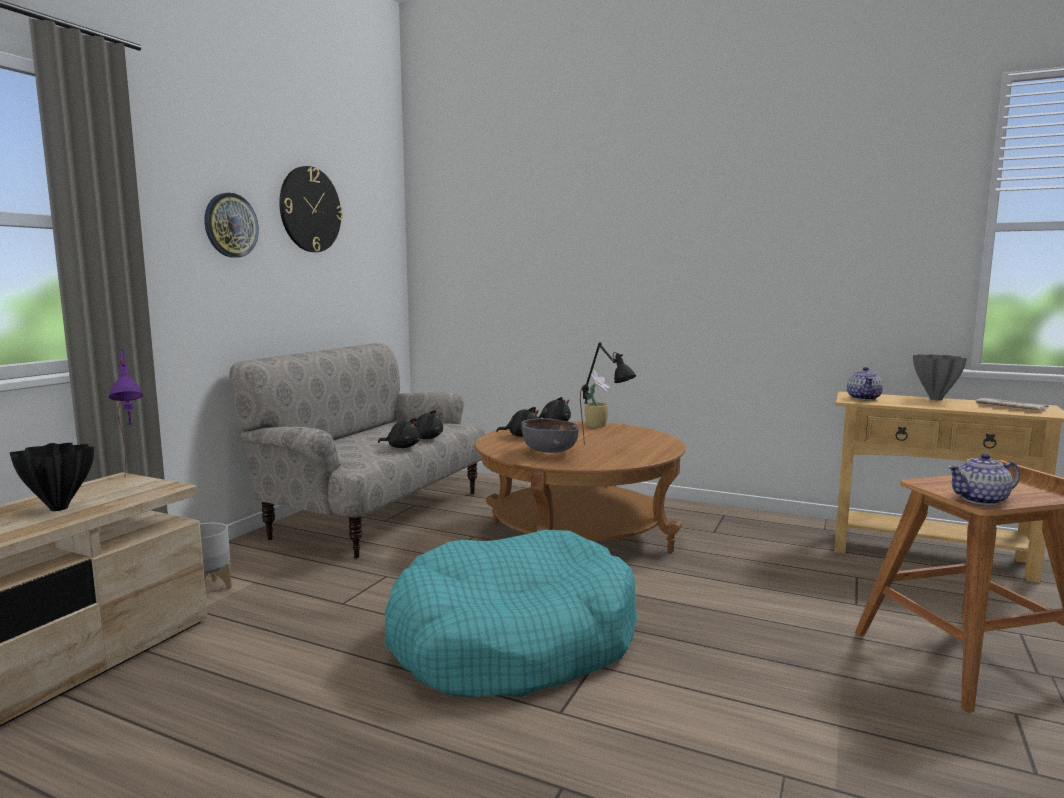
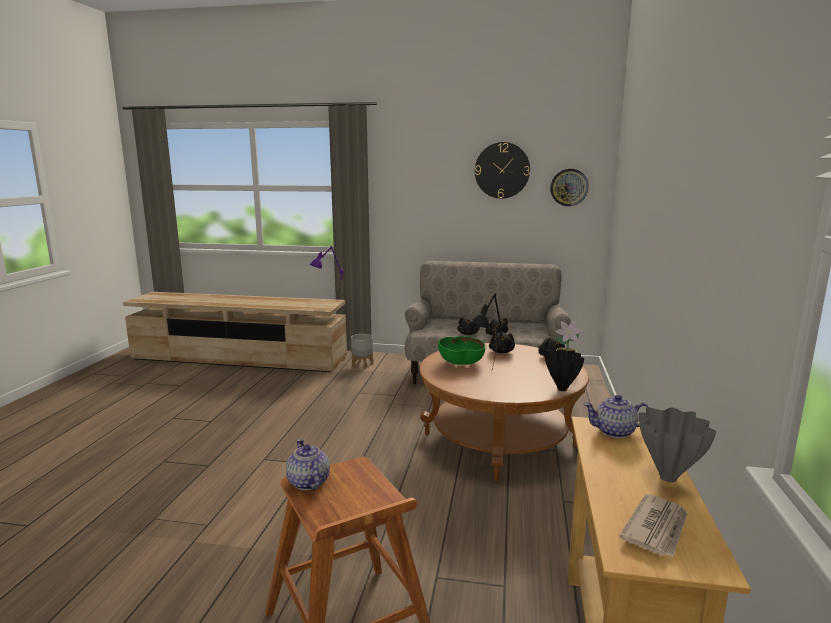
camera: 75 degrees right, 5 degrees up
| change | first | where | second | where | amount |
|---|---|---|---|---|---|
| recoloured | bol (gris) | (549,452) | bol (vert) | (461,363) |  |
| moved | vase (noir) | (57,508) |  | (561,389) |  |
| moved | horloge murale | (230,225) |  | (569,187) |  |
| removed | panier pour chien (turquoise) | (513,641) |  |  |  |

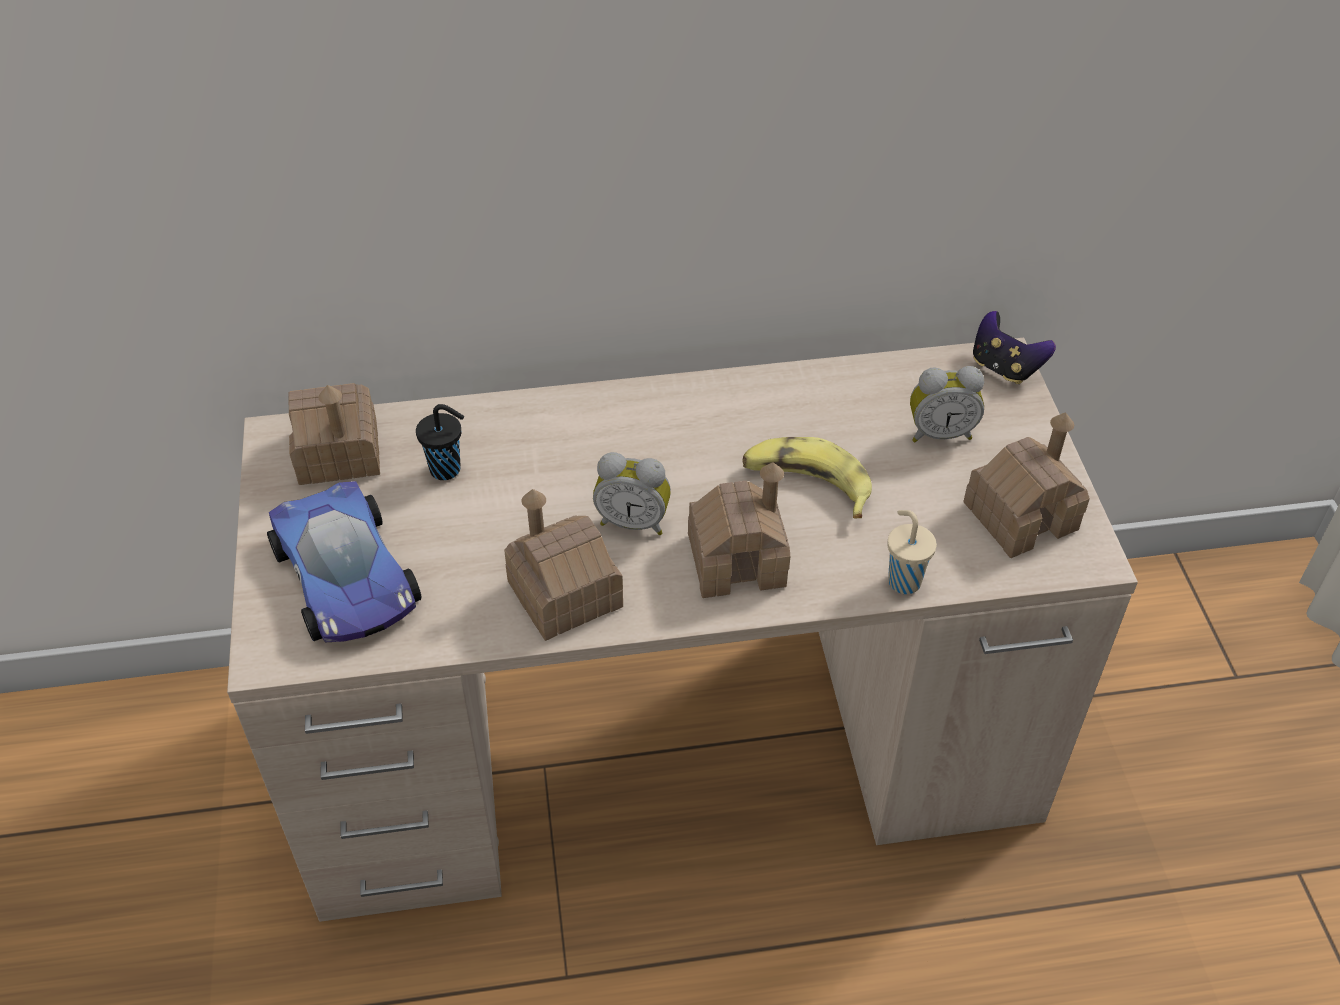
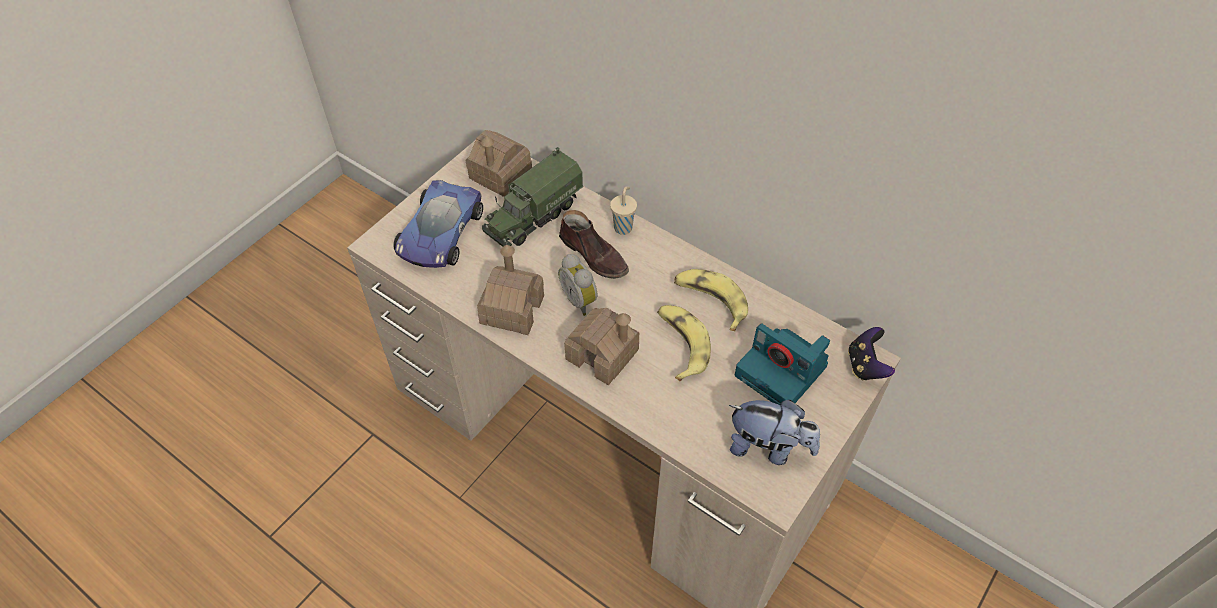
camera: 45 degrees right, 5 degrees up
| change | first | where | second | where | amount |
|---|---|---|---|---|---|
| replaced | tasse (noir) | (447,469) | camion jouet | (533,215) |  |
| added |  |  | chaussure (marron) | (594,255) |  |
| moved | tasse (beige) | (903,580) |  | (623,227) |  |
| added |  |  | banane | (710,301) |  |
| replaced | maison miniature | (1020,516) | peluche | (768,447) |  |
| replaced | réveil | (939,432) | appareil photo | (783,372) |  |

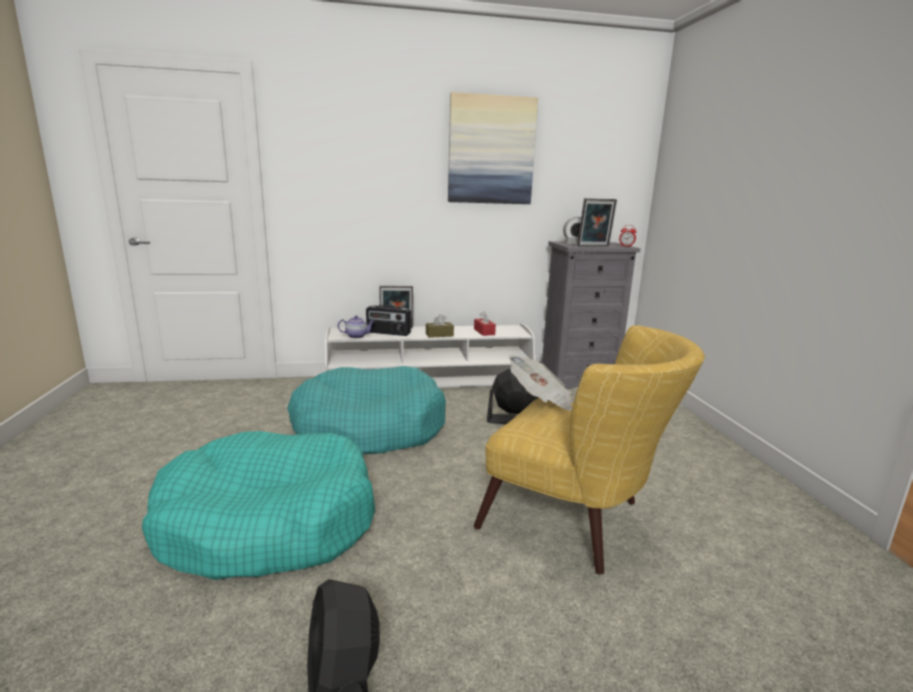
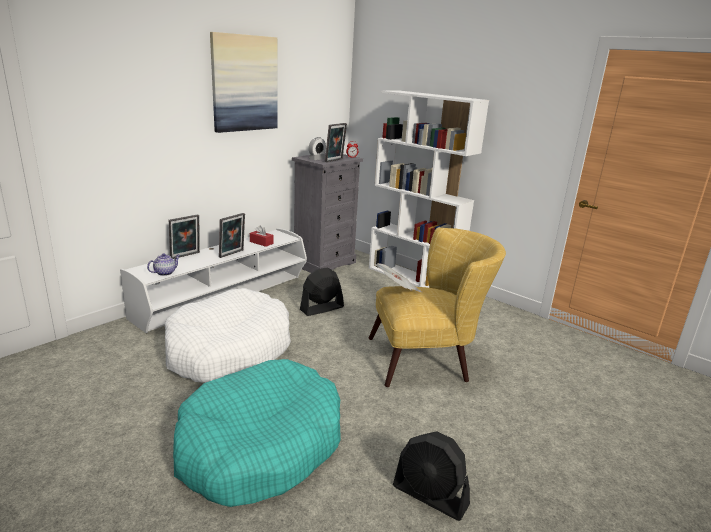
camera: 40 degrees left, 5 degrees up
| change | first | where | second | where | amount |
|---|---|---|---|---|---|
| recoloured | panier pour chien (turquoise) | (368,428) | panier pour chien (blanc) | (229,351) |  |
| replaced | boîte à mouchoirs (marron) | (439,335) | cadre photo | (232,254) |  |
| added |  |  | bibliothèque (blanc) | (413,278) |  |
| removed | radio | (388,333) |  |  |  |

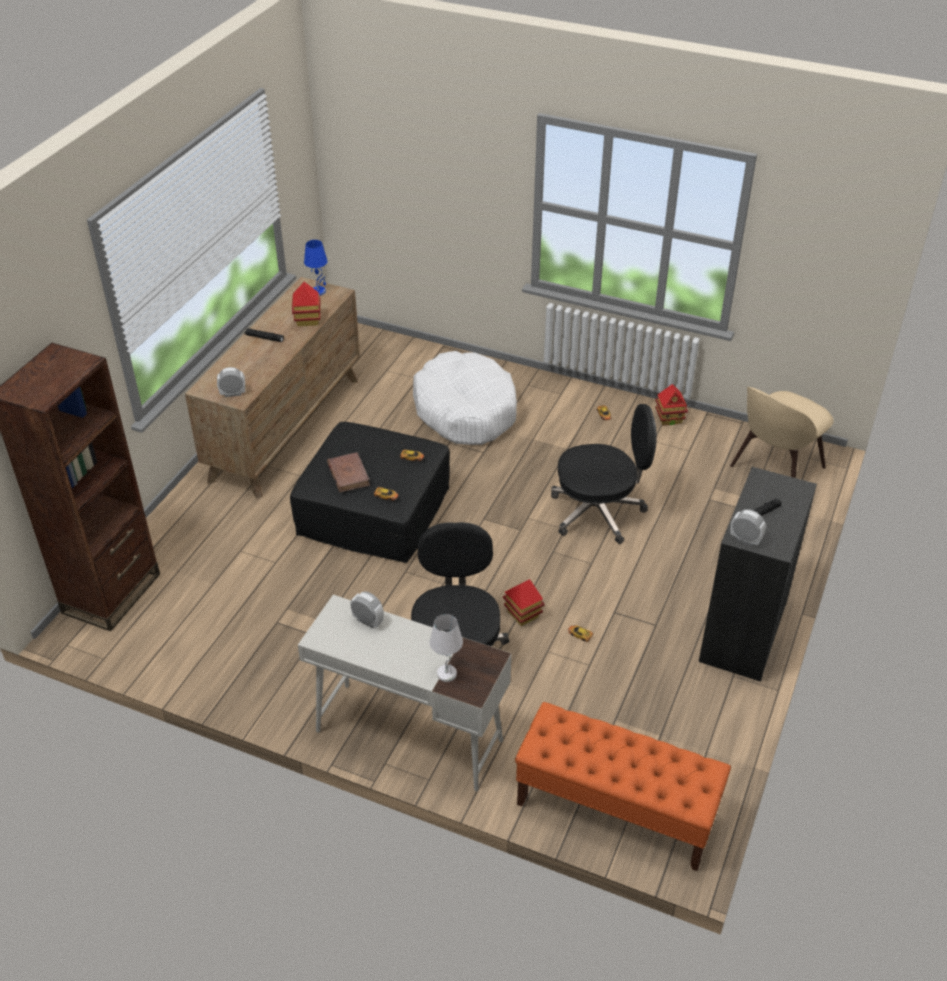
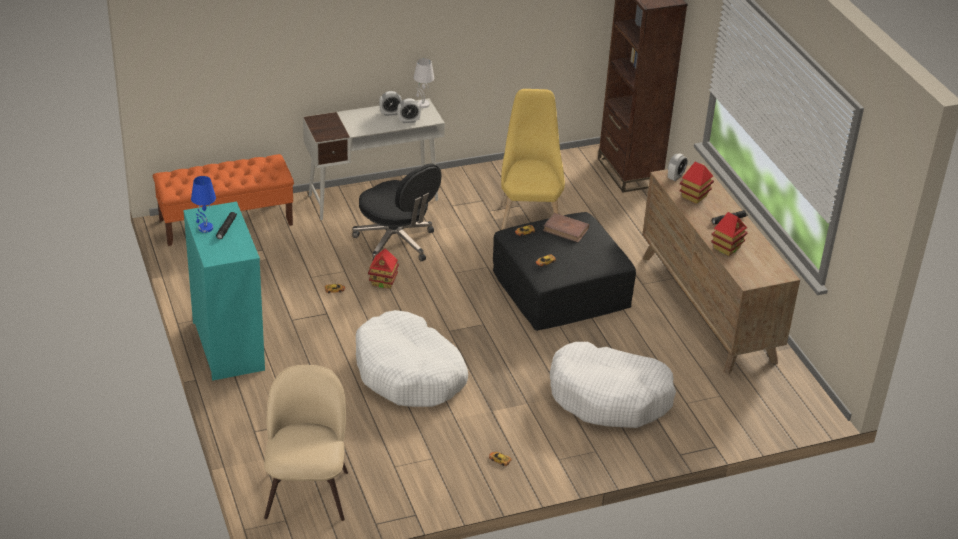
camera: 135 degrees right, 5 degrees down
| change | first | where | second | where | amount |
|---|---|---|---|---|---|
| recoloured | commode (noir) | (742,631) | commode (turquoise) | (229,346) |  |
| moved | lampe de table (bleu) | (319,291) |  | (205,228) |  |
| replaced | chaise de bureau (noir) | (599,512) | panier pour chien (blanc) | (409,373) |  |
| moved | réveil | (745,539) |  | (390,113) |  |
| moved | lampe de table (blanc) | (447,674) |  | (422,104) |  |
| added |  |  | chaise (jaune) | (529,218) |  |
| moved | maison miniature | (669,419) |  | (694,196) |  |

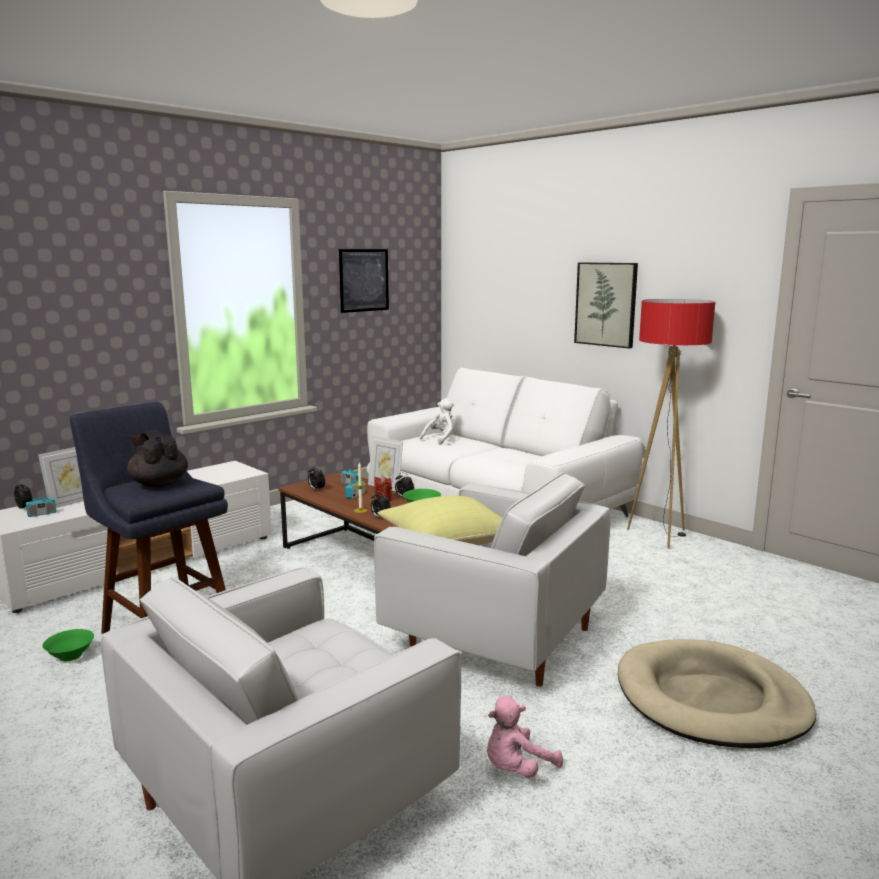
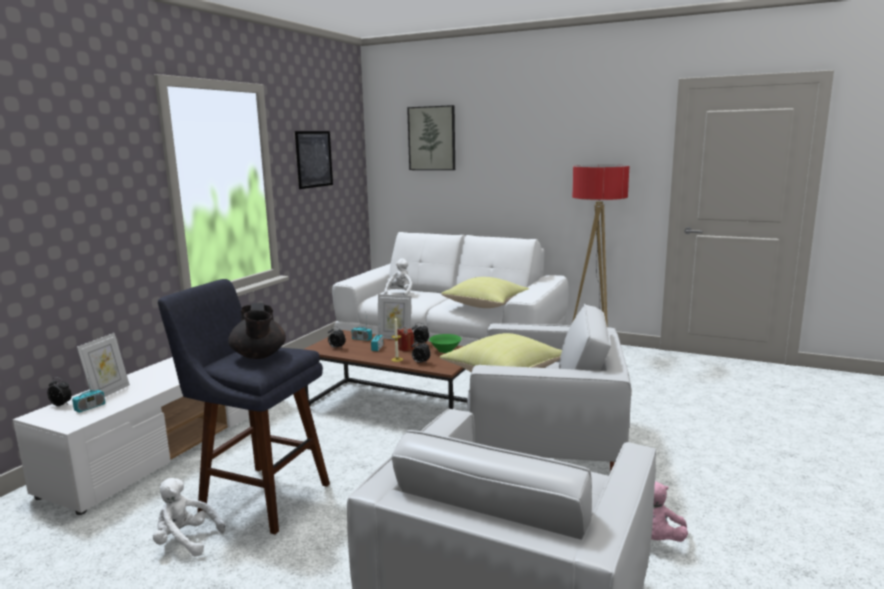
camera: 20 degrees left, 0 degrees up
| change | first | where | second | where | amount |
|---|---|---|---|---|---|
| replaced | bol (vert) | (70,655) | peluche (blanc) | (185,541) |  |
| turned | théière (noir) | (159,484) |  | (259,356) | 135 degrees counterclockwise |
| moved | tableau | (606,304) |  | (432,138) |  |
| added |  |  | coussin (jaune) | (487,306) |  |
| removed | panier pour chien (beige) | (711,700) |  |  |  |

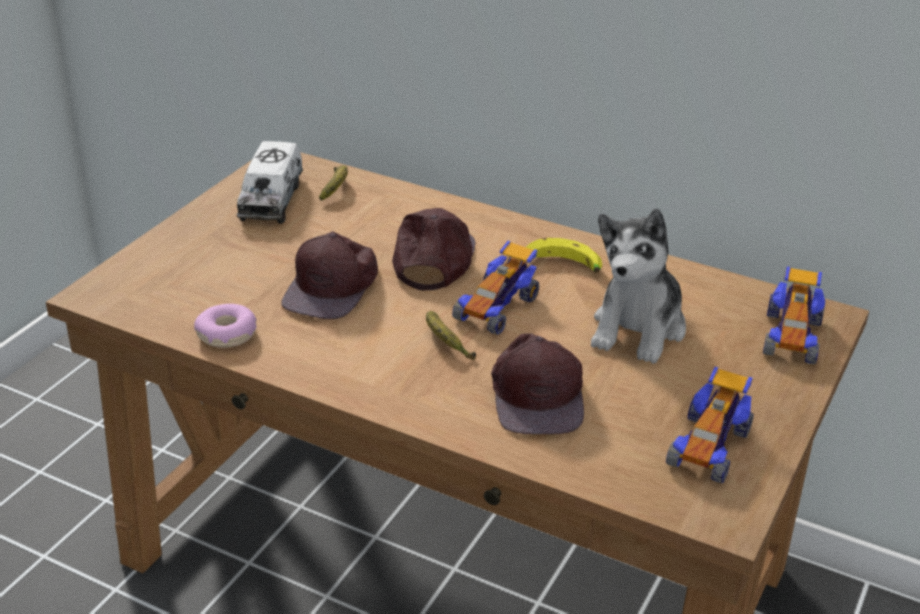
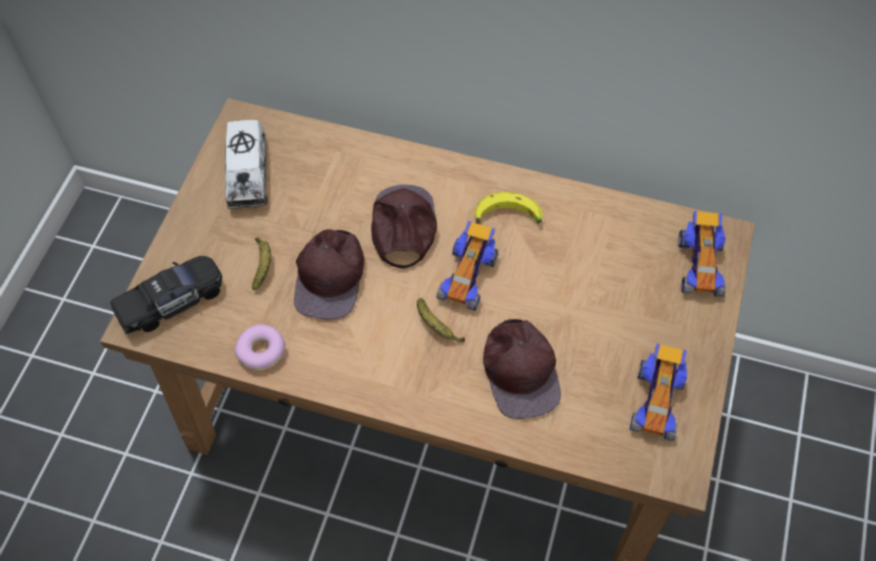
camera: 10 degrees left, 25 degrees up
| change | first | where | second | where | amount |
|---|---|---|---|---|---|
| added |  |  | petite voiture (noir) | (172,301) |  |
| moved | banane | (335,188) |  | (262,265) |  |
| removed | peluche | (638,328) |  |  |  |

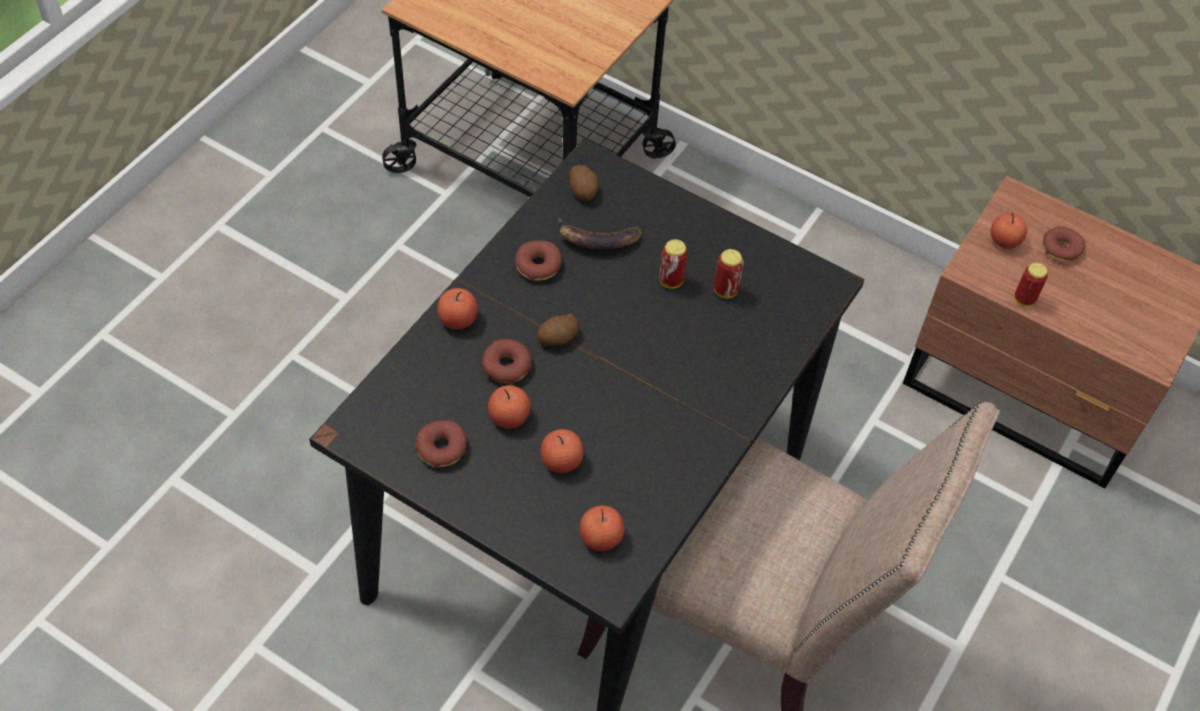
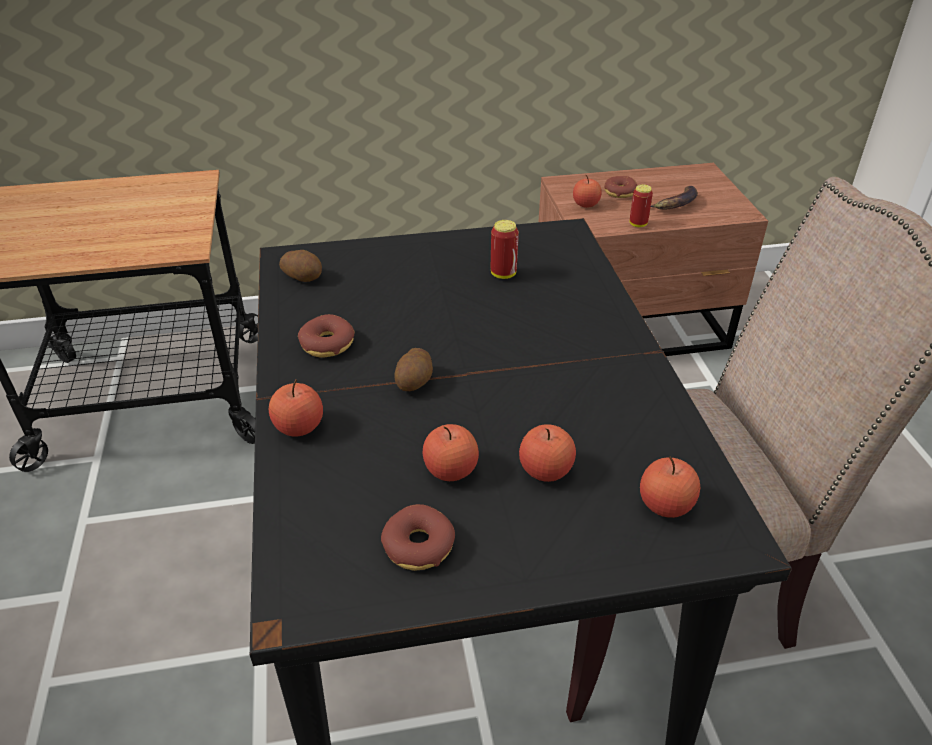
camera: 40 degrees left, 15 degrees down
| change | first | where | second | where | amount |
|---|---|---|---|---|---|
| moved | banane | (597,239) |  | (675,204) |  |
| removed | beignet | (507,366) |  |  |  |
| removed | boîte métallique | (671,281) |  |  |  |

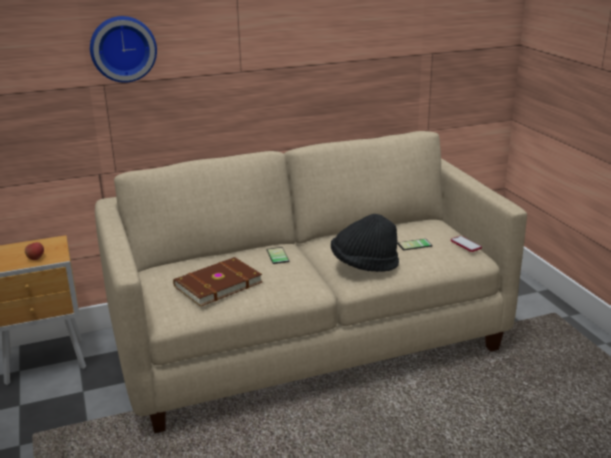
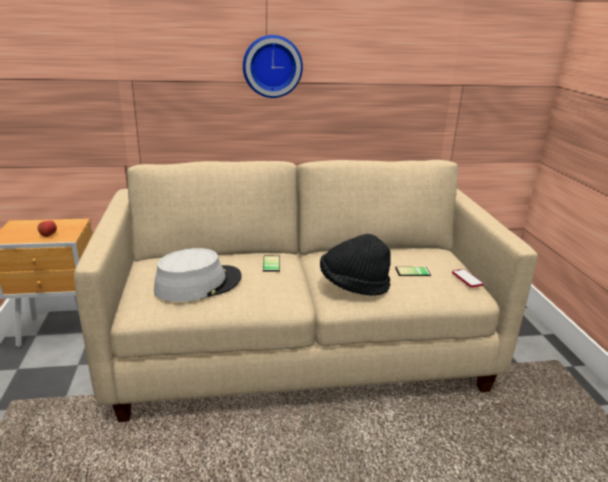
camera: 10 degrees right, 0 degrees up
| change | first | where | second | where | amount |
|---|---|---|---|---|---|
| replaced | livre (marron) | (217,284) | chapeau (gris) | (198,284) |  |
| moved | horloge murale | (123,48) |  | (272,66) |  |

